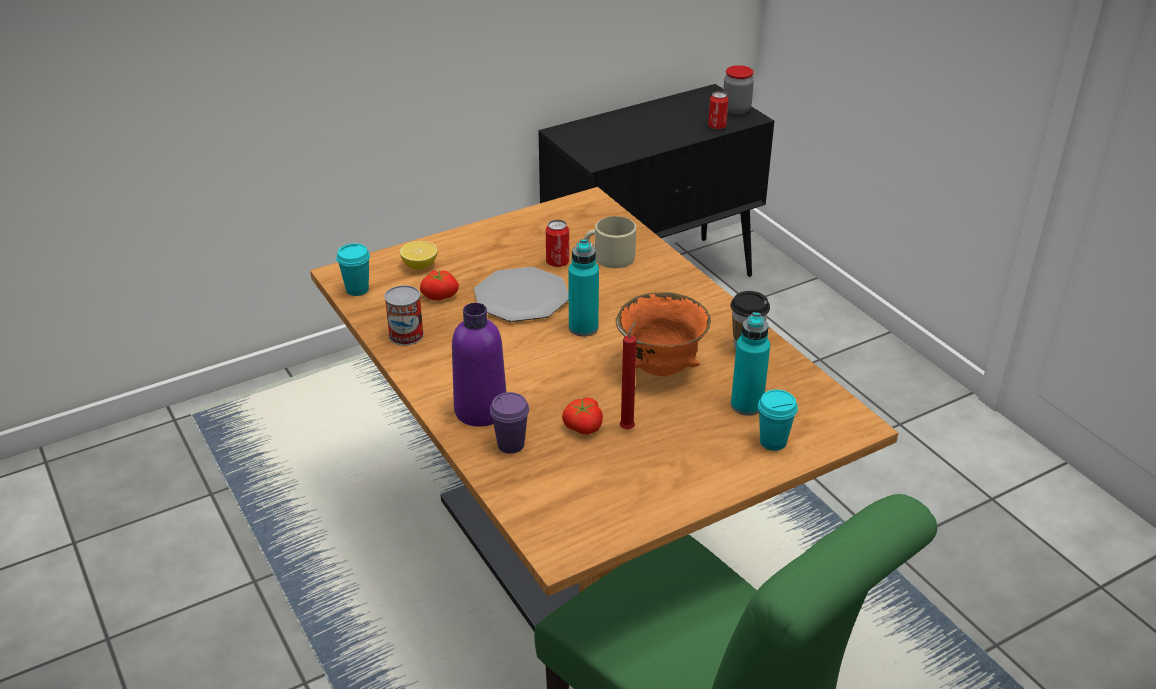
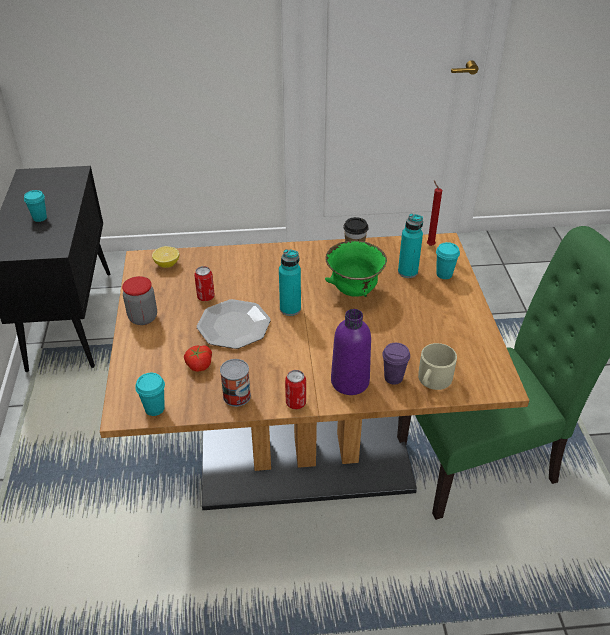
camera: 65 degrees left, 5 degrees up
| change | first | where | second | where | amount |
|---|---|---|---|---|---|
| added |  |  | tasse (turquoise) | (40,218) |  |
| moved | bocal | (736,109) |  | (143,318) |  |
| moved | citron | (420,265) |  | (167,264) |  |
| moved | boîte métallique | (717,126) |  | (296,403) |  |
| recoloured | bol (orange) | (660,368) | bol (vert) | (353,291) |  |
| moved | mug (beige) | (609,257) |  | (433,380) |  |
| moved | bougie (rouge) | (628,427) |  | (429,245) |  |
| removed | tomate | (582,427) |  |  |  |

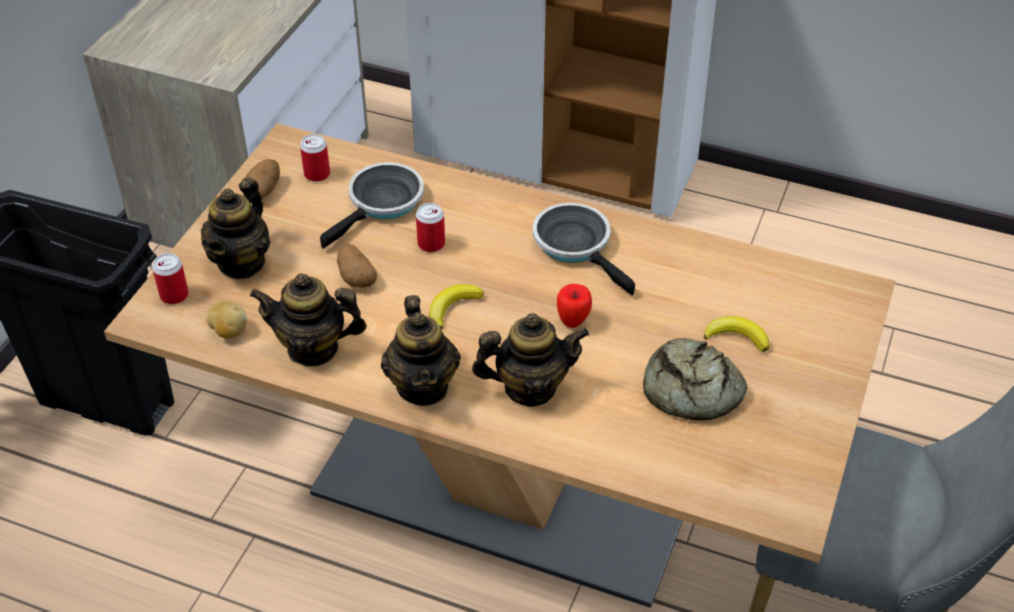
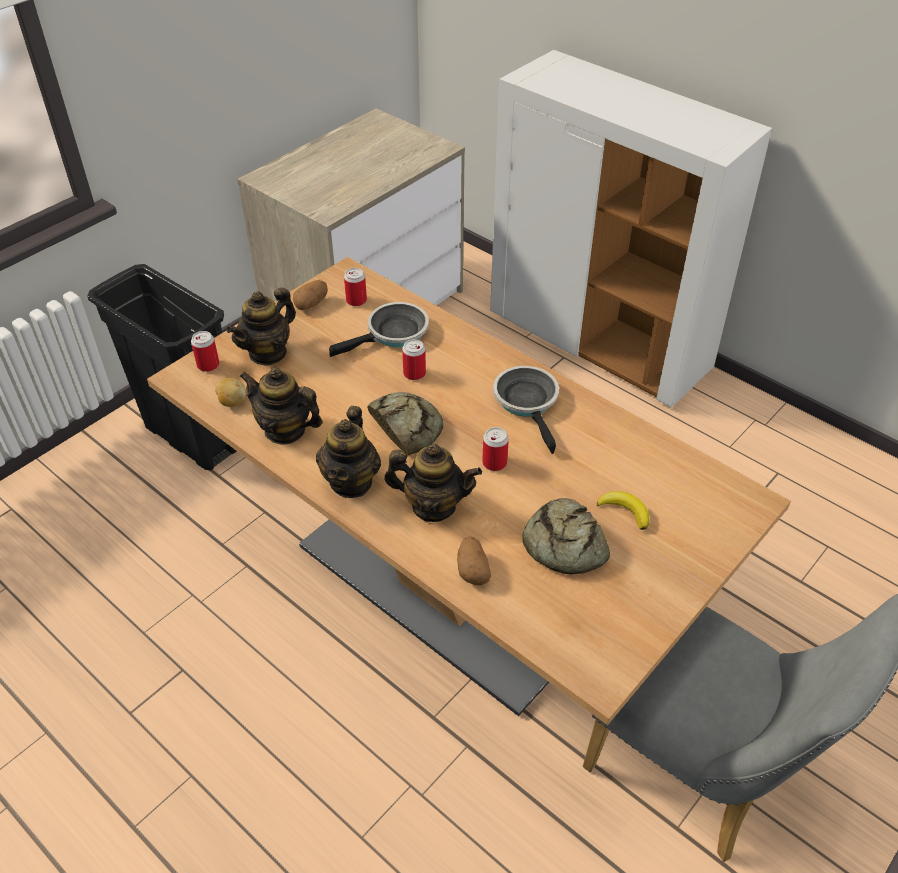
camera: 20 degrees right, 0 degrees up
| change | first | where | second | where | amount |
|---|---|---|---|---|---|
| replaced | banane | (453,307) | pain | (406,426) |  |
| moved | pomme de terre | (356,277) |  | (472,569) |  |
| replaced | pomme | (573,322) | boîte métallique | (494,463) |  |

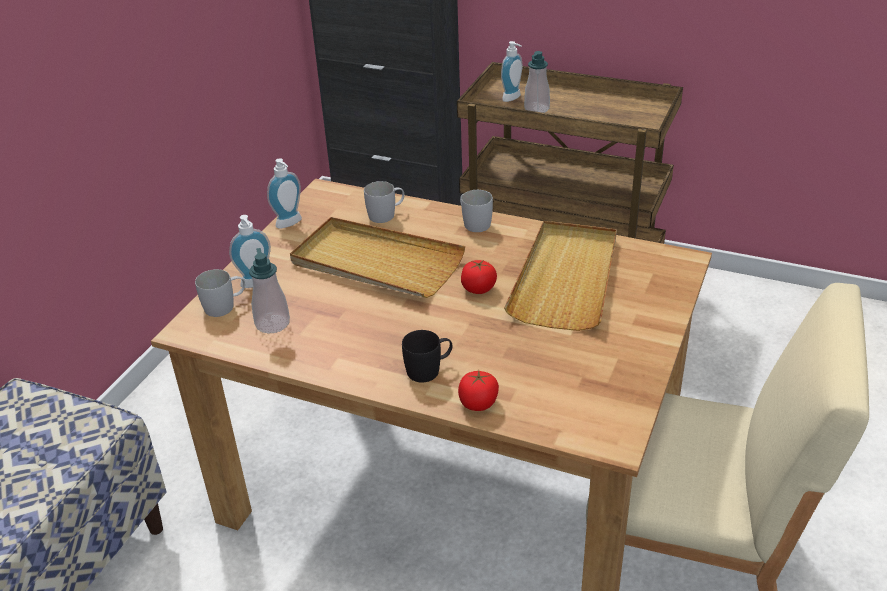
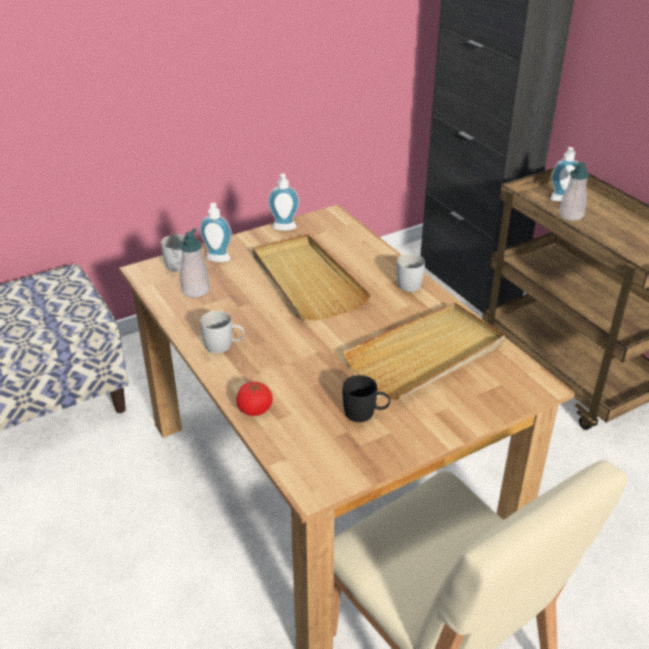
camera: 35 degrees right, 0 degrees up
| change | first | where | second | where | amount |
|---|---|---|---|---|---|
| moved | mug (blanc) | (386,214) |  | (224,346) |  |
| moved | mug (noir) | (429,370) |  | (365,413) |  |
| removed | tomate | (478,288) |  |  |  |

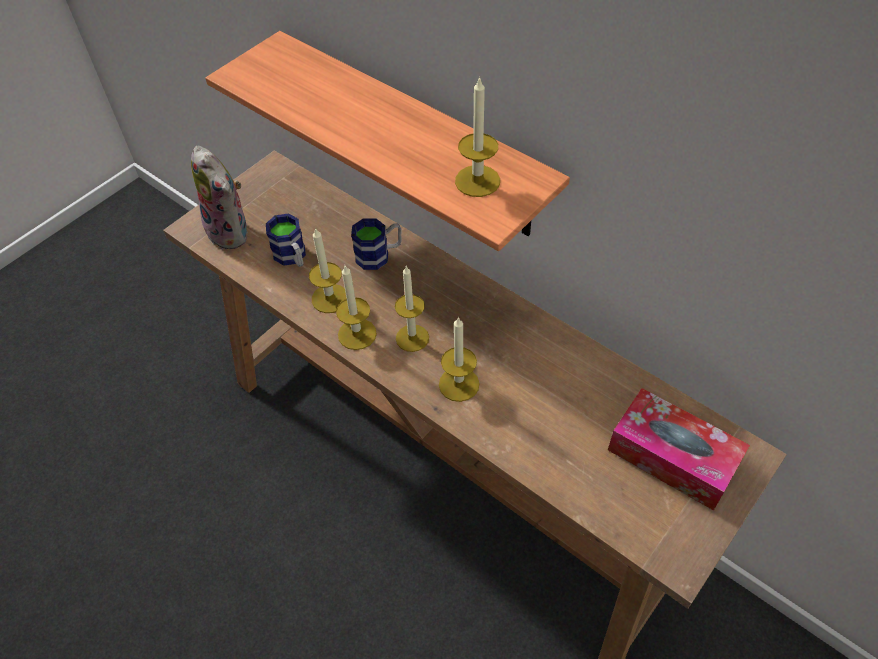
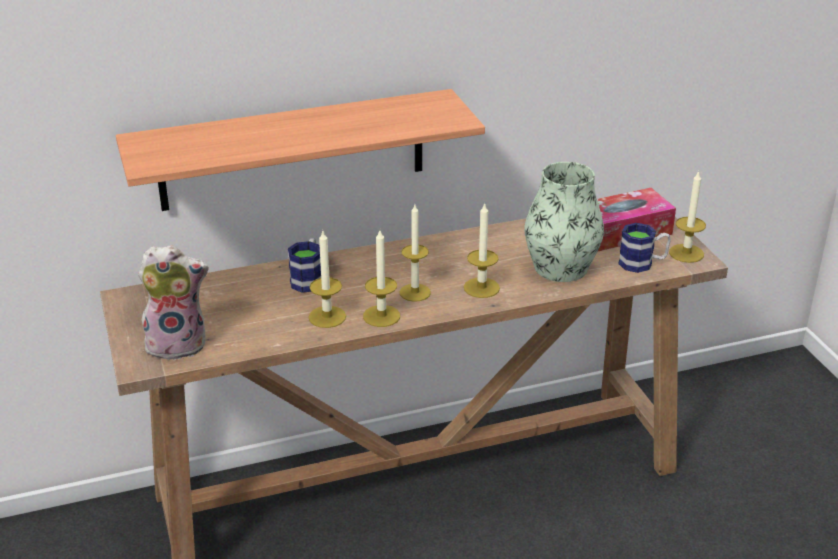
camera: 60 degrees left, 20 degrees down
| change | first | where | second | where | amount |
|---|---|---|---|---|---|
| added |  |  | vase | (561,267) |  |
| moved | mug | (292,257) |  | (642,263) |  |
| moved | bougie | (477,181) |  | (686,253) |  |

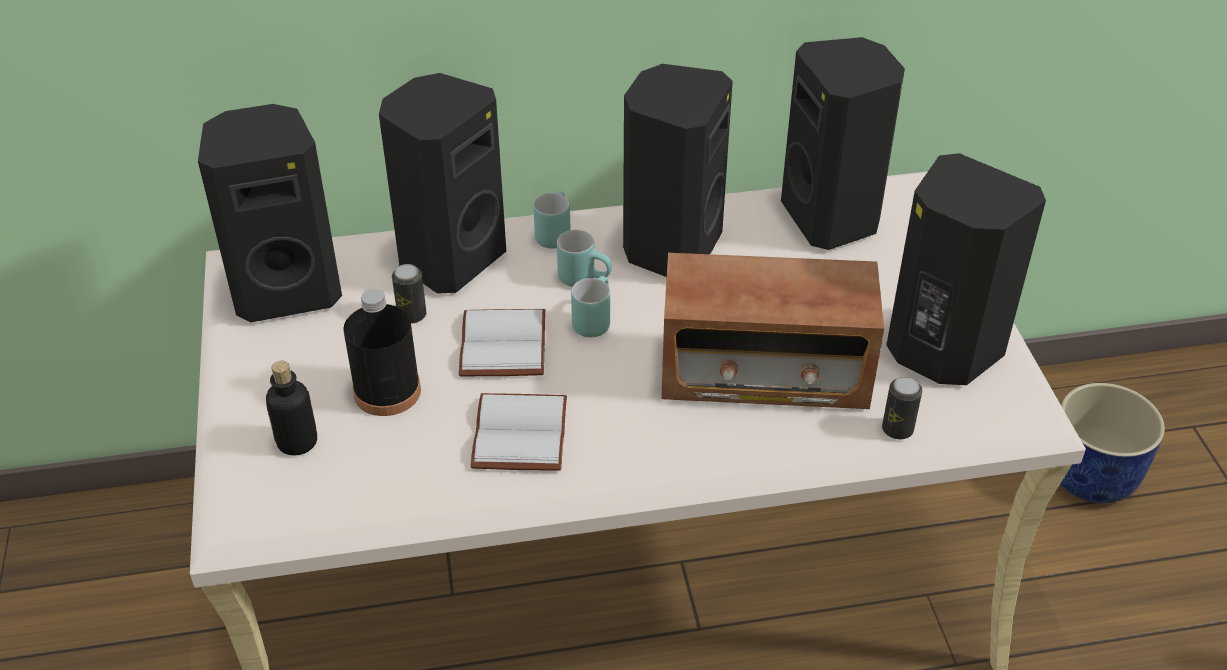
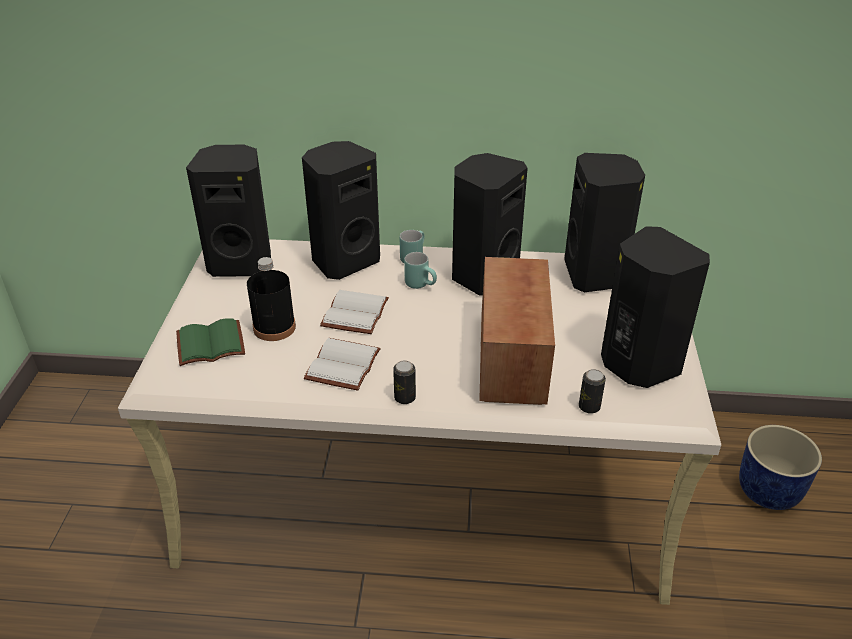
camera: 15 degrees right, 5 degrees down
| change | first | where | second | where | amount |
|---|---|---|---|---|---|
| replaced | bouteille | (297,442) | livre (vert) | (209,346) |  |
| moved | boîte métallique | (412,315) |  | (405,398) |  |
| turned | radio | (764,374) |  | (512,358) | 105 degrees counterclockwise |
| removed | mug (turquoise) | (591,320) |  |  |  |

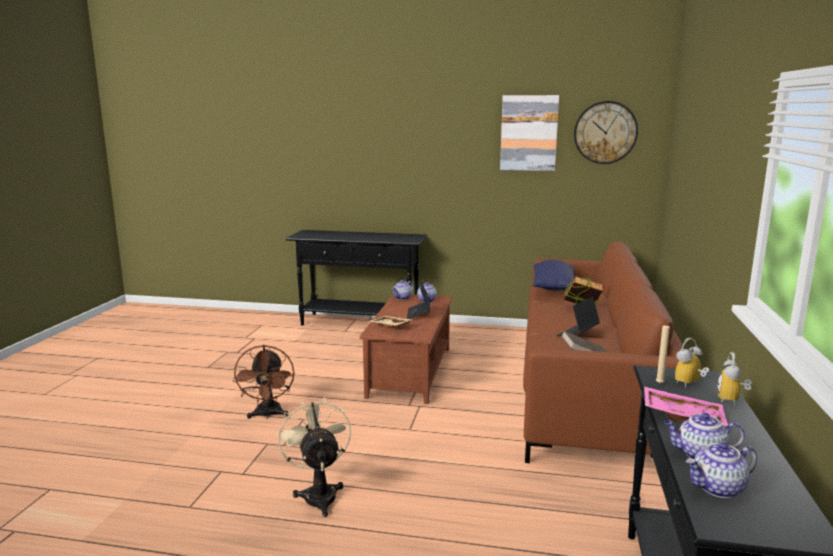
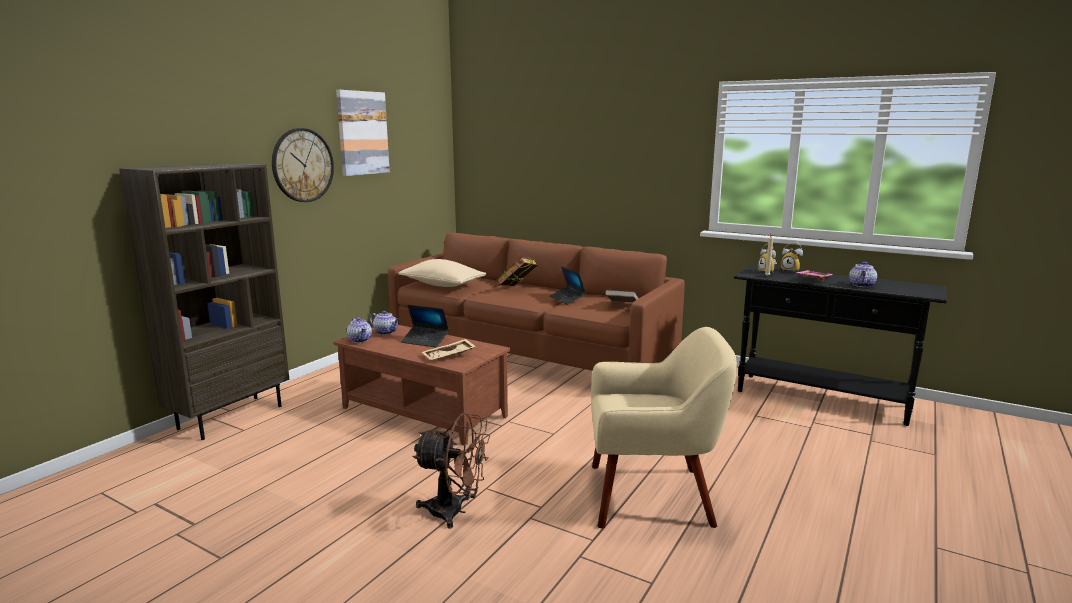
camera: 70 degrees left, 0 degrees up
| change | first | where | second | where | amount |
|---|---|---|---|---|---|
| replaced | table console (noir) | (360,323) | bibliothèque (marron) | (231,416) |  |
| moved | horloge murale | (605,132) |  | (302,165) |  |
| recoloured | coussin (bleu) | (554,287) | coussin (beige) | (442,285) |  |
| replaced | ventilateur (beige) | (319,494) | fauteuil (beige) | (652,495) |  |
| removed | théière | (718,488) |  |  |  |

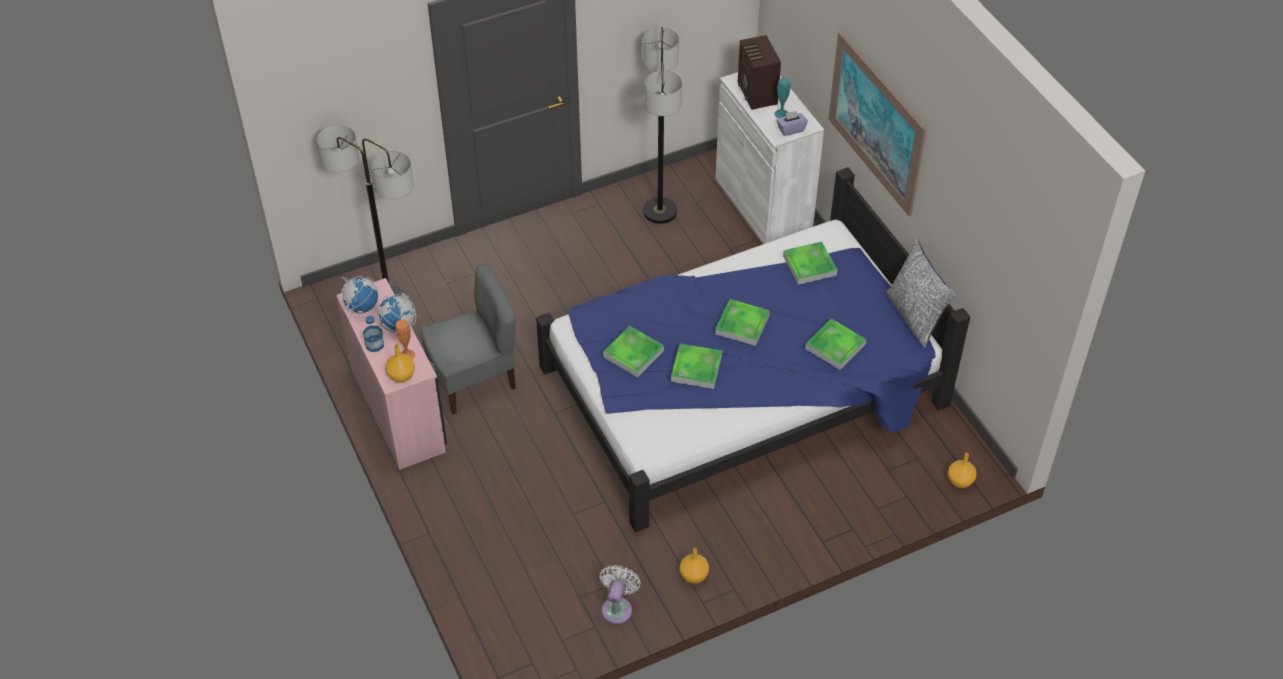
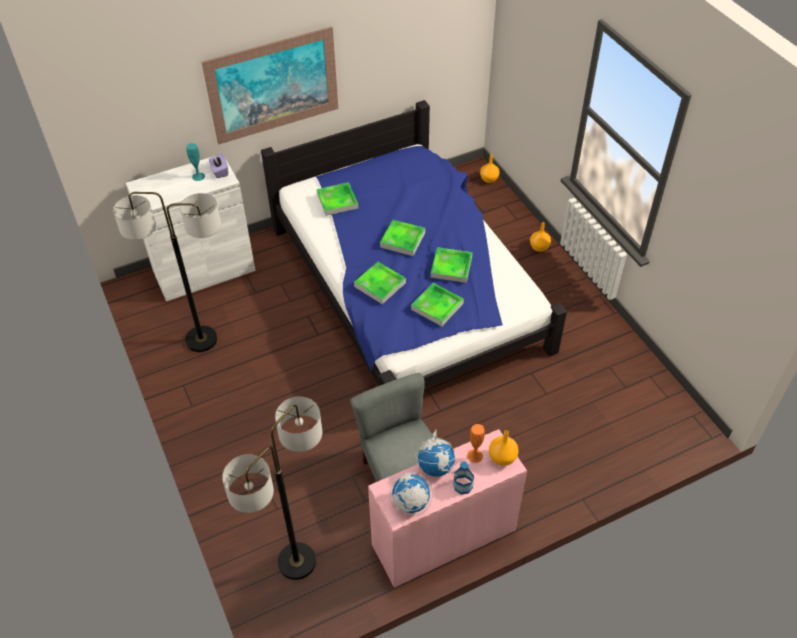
camera: 90 degrees left, 0 degrees up
| change | first | where | second | where | amount |
|---|---|---|---|---|---|
| moved | plateau | (835,346) |  | (380,285) |  |
| moved | vase (orange) | (693,576) |  | (539,247) |  |
| removed | ventilateur (blanc) | (617,607) |  |  |  |
| removed | radio | (756,94) |  |  |  |
| removed | coussin | (915,316) |  |  |  |

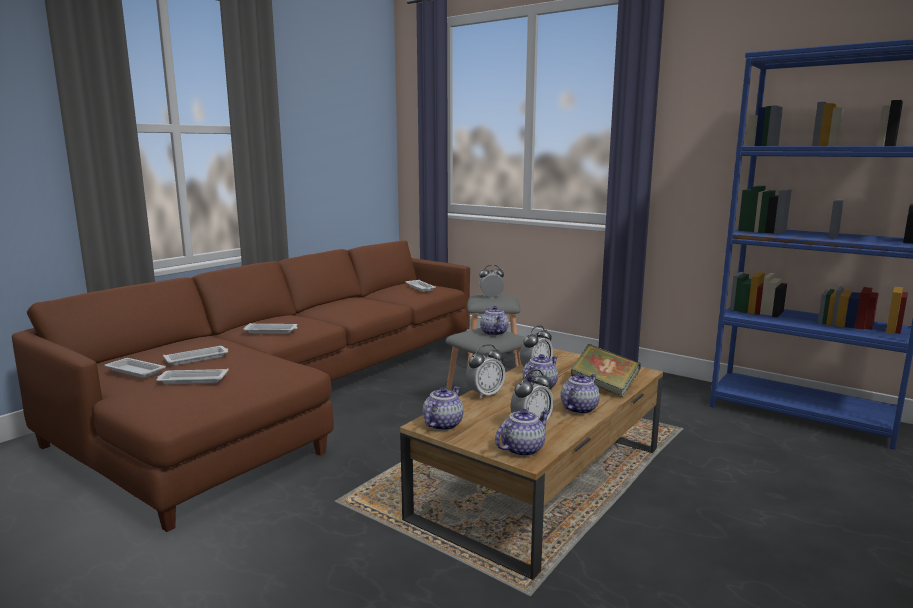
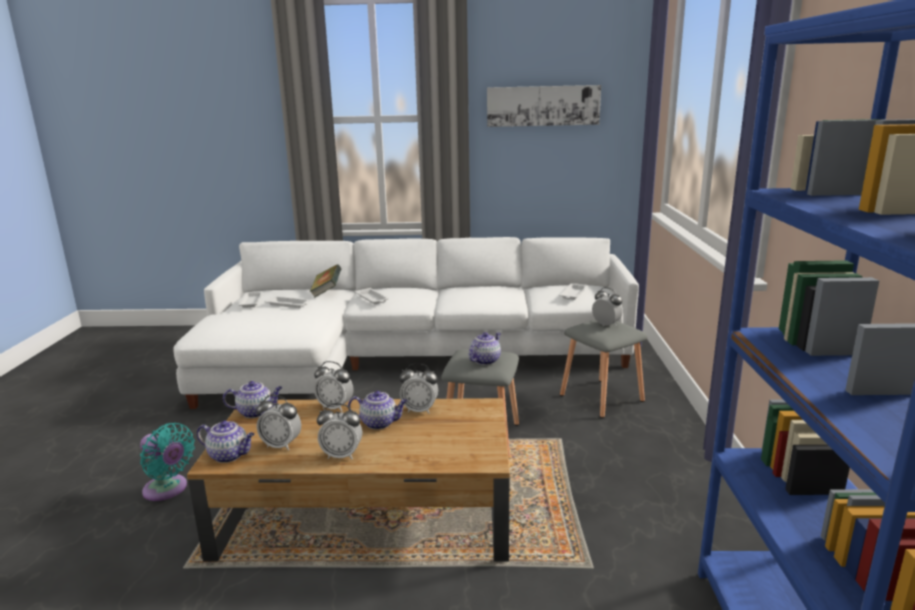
camera: 55 degrees right, 5 degrees up
| change | first | where | second | where | amount |
|---|---|---|---|---|---|
| added |  |  | ventilateur (turquoise) | (168,490) |  |
| recoloured | canapé (marron) | (288,396) | canapé (blanc) | (400,357) |  |
| moved | livre | (604,387) |  | (326,292) |  |
| replaced | théière | (579,408) | réveil | (342,455) |  |
| added |  |  | tableau | (543,106) |  |
| removed | plateau (blanc) | (192,380) |  |  |  |

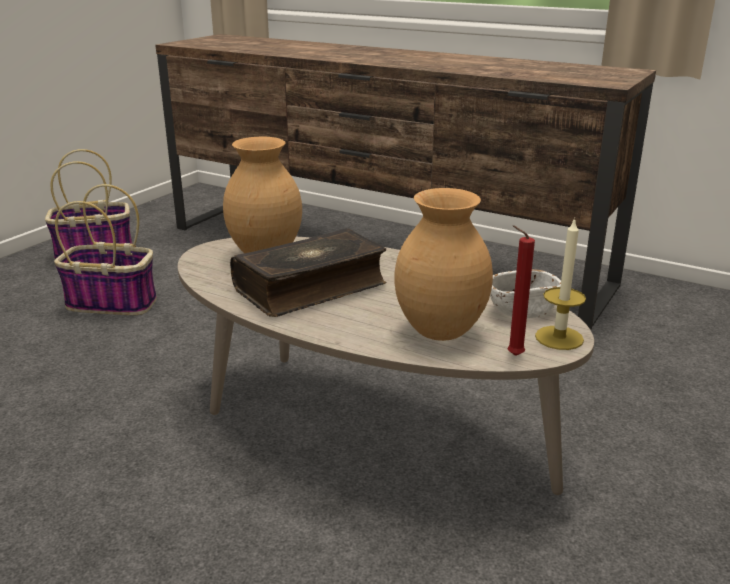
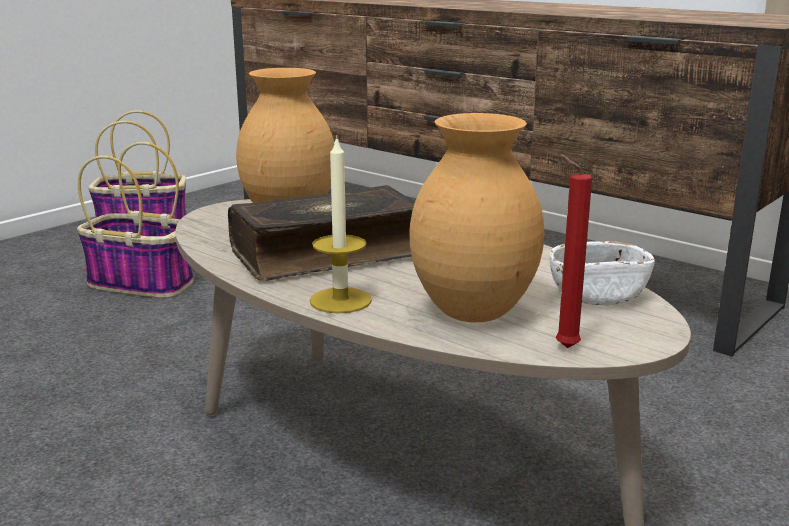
camera: 10 degrees right, 5 degrees down
| change | first | where | second | where | amount |
|---|---|---|---|---|---|
| moved | bougie | (559,338) |  | (340,300) |  |

